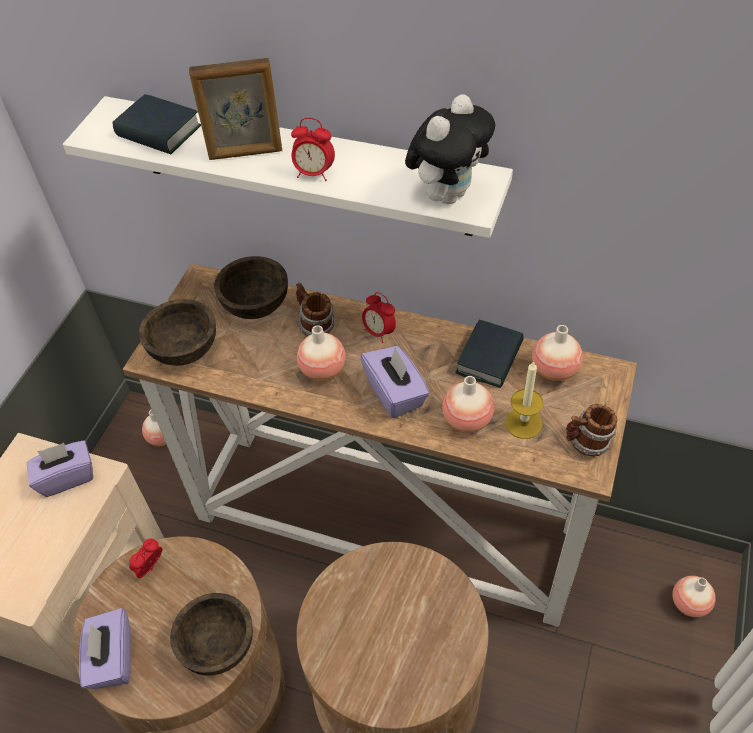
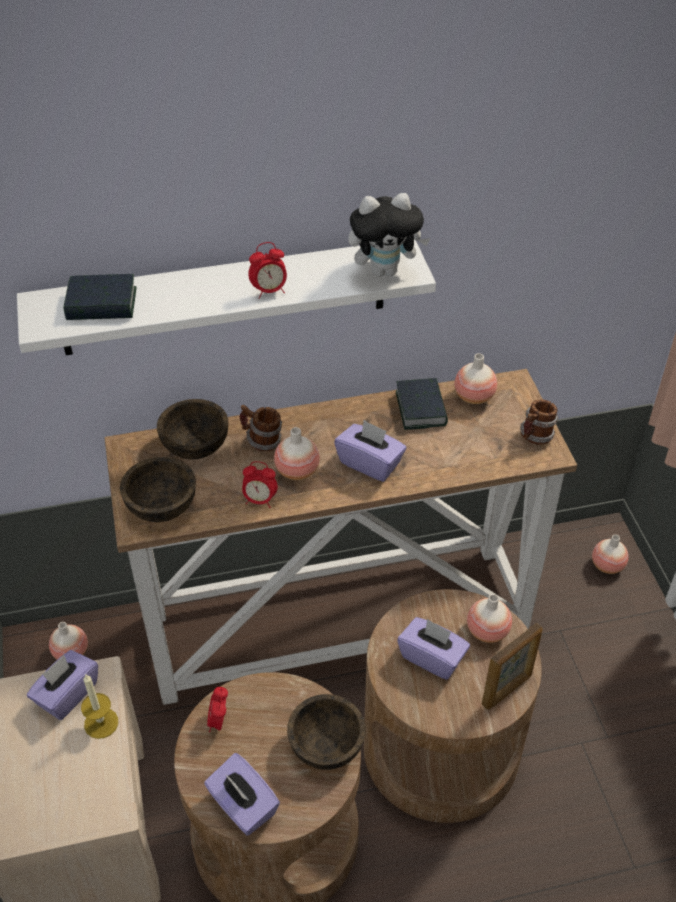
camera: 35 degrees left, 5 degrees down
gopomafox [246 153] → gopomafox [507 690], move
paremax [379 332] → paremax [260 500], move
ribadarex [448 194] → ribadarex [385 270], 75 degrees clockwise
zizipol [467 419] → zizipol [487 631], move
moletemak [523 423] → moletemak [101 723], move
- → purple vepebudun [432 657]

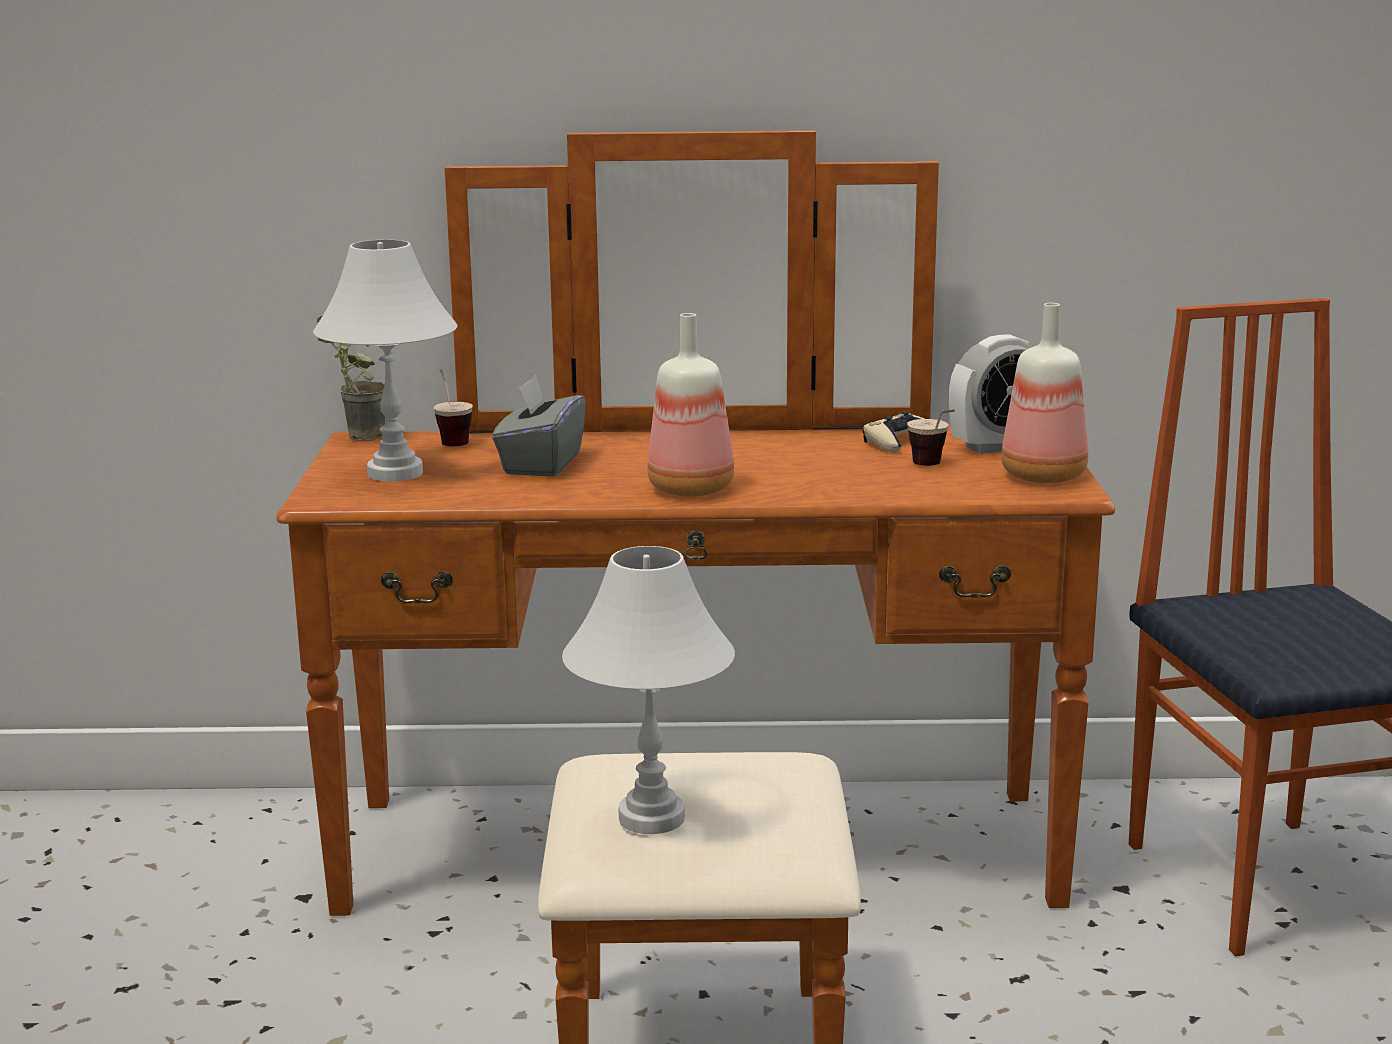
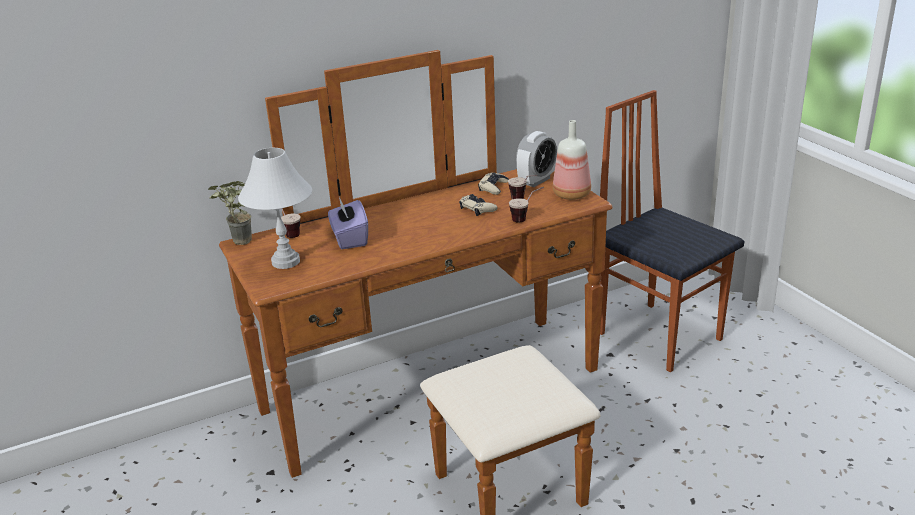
camera: 25 degrees left, 10 degrees up
grey vepebudun [541 464] → purple vepebudun [349 239]
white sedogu [651 818] → -
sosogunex [693 488] → -
- → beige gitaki [477 208]
- → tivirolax [526 219]

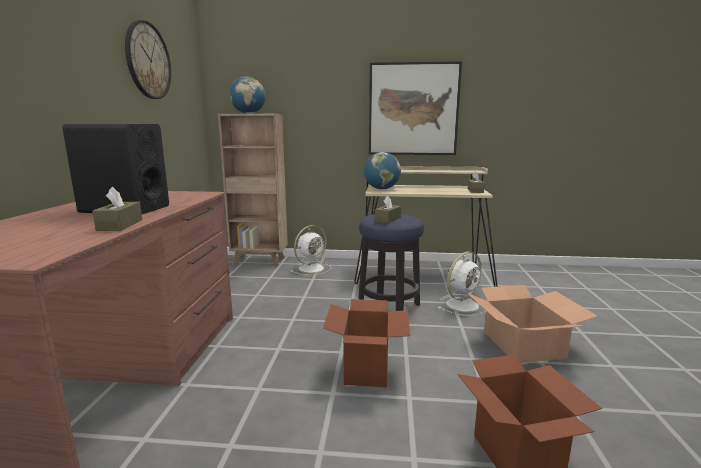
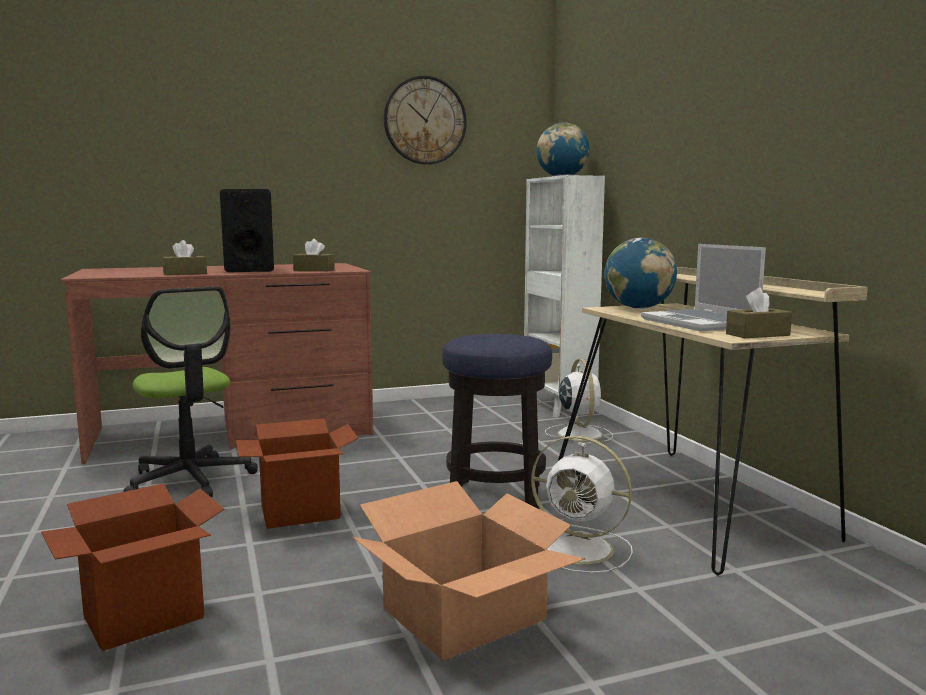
camera: 65 degrees right, 5 degrees down
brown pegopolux [260 261] → white pegopolux [558 407]
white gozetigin [312 268] → white gozetigin [579 433], 120 degrees counterclockwise
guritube [413 109] → -
brown vepebudun [388 219] → brown vepebudun [314 270], move
- → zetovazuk [190 479]
- → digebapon [701 323]

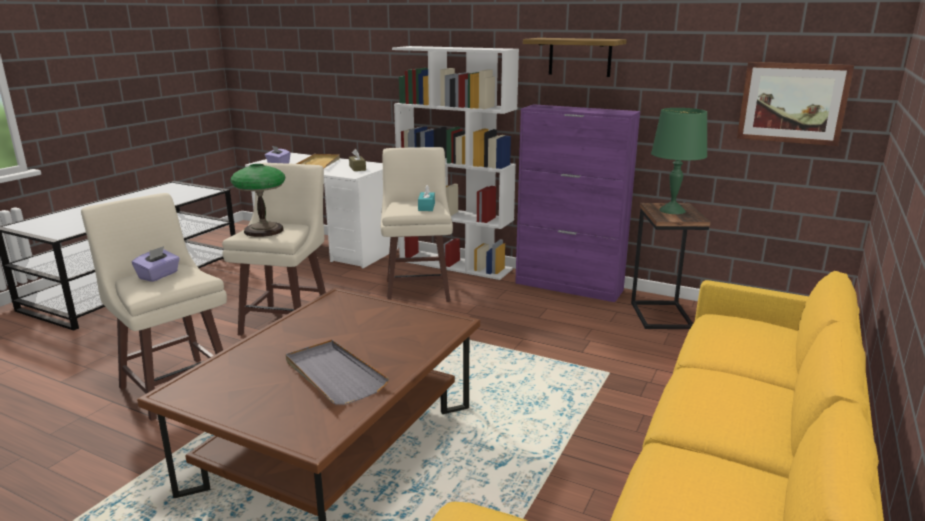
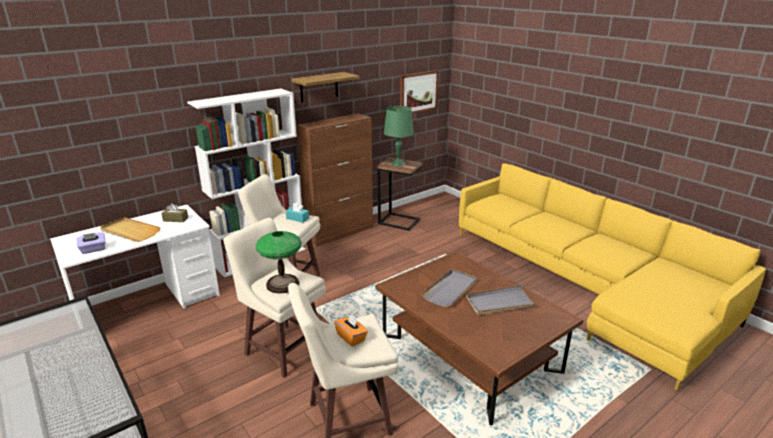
camera: 65 degrees left, 5 degrees up
purple vepebudun [159 275] → orange vepebudun [351 337]
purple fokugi [569 287] → brown fokugi [340 232]
- → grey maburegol [450 290]

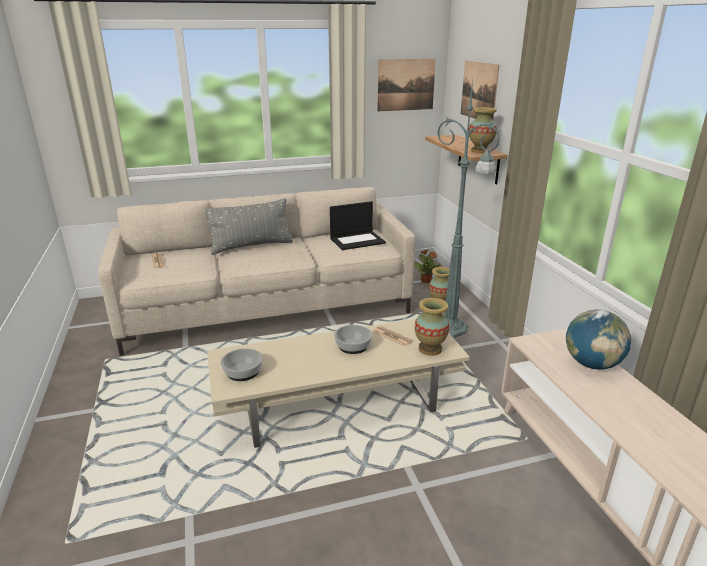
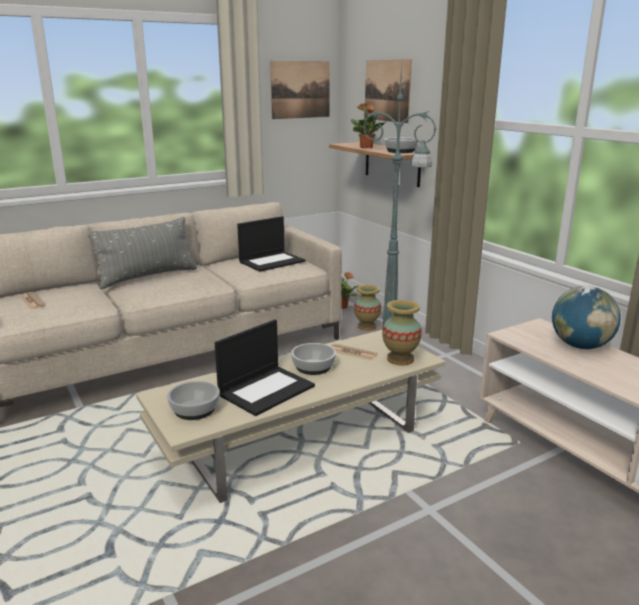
camera: 15 degrees left, 5 degrees down
zizipol [480 151] → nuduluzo [400 151]
- → digebapon [266 390]
- → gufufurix [366 147]

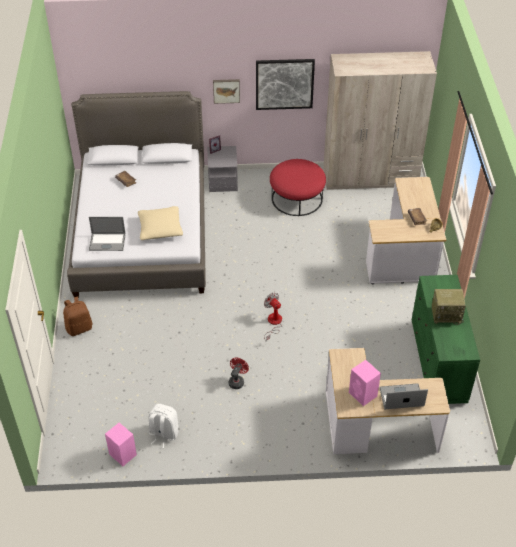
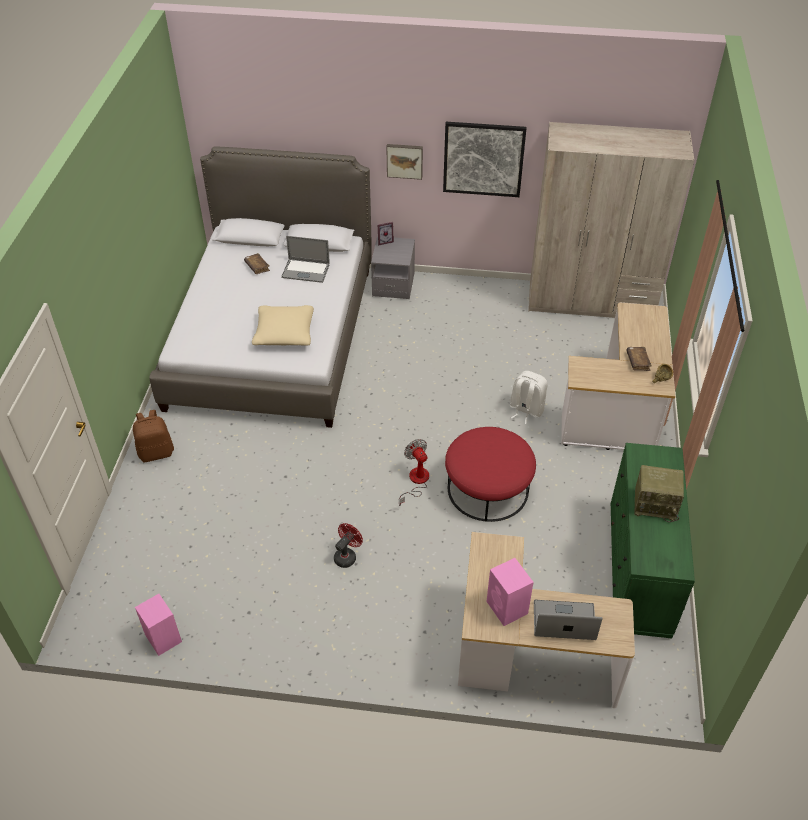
camera: 10 degrees right, 0 degrees up
digebapon [107 242] → digebapon [305 271], move
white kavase [163 433] → white kavase [526 410], move
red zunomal [296 198] → red zunomal [487 488], move

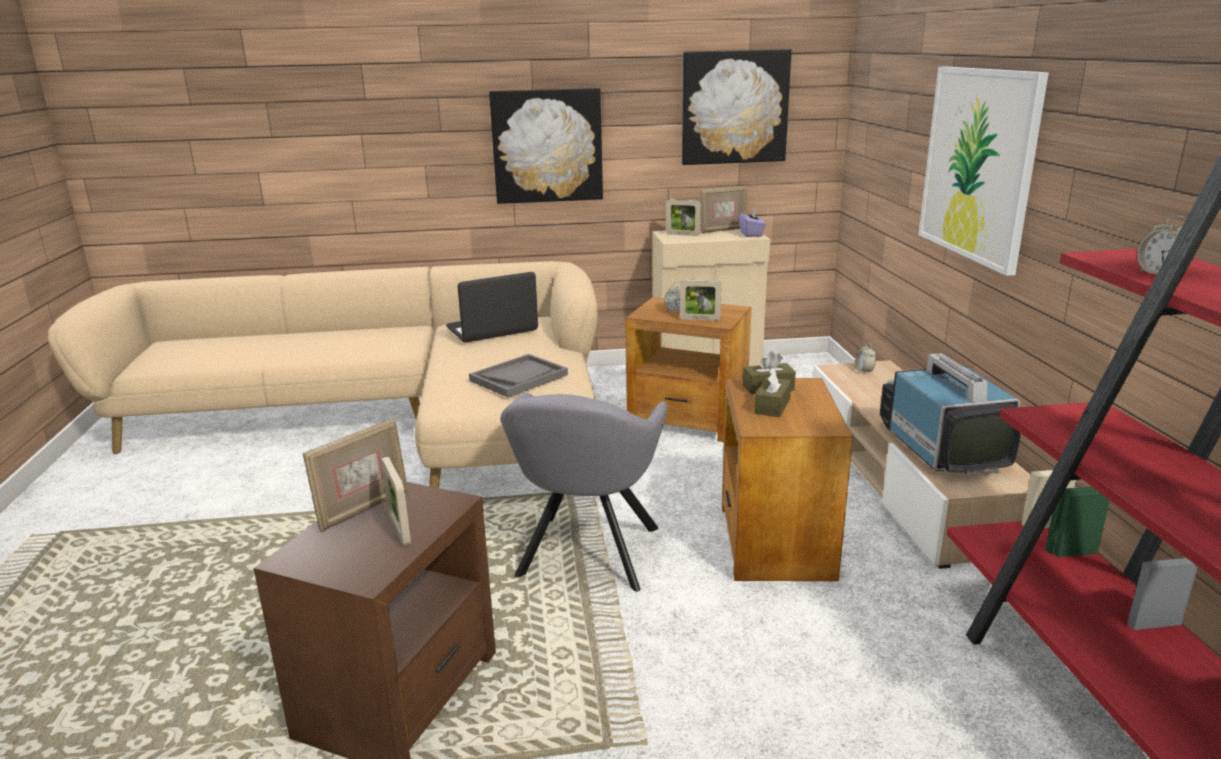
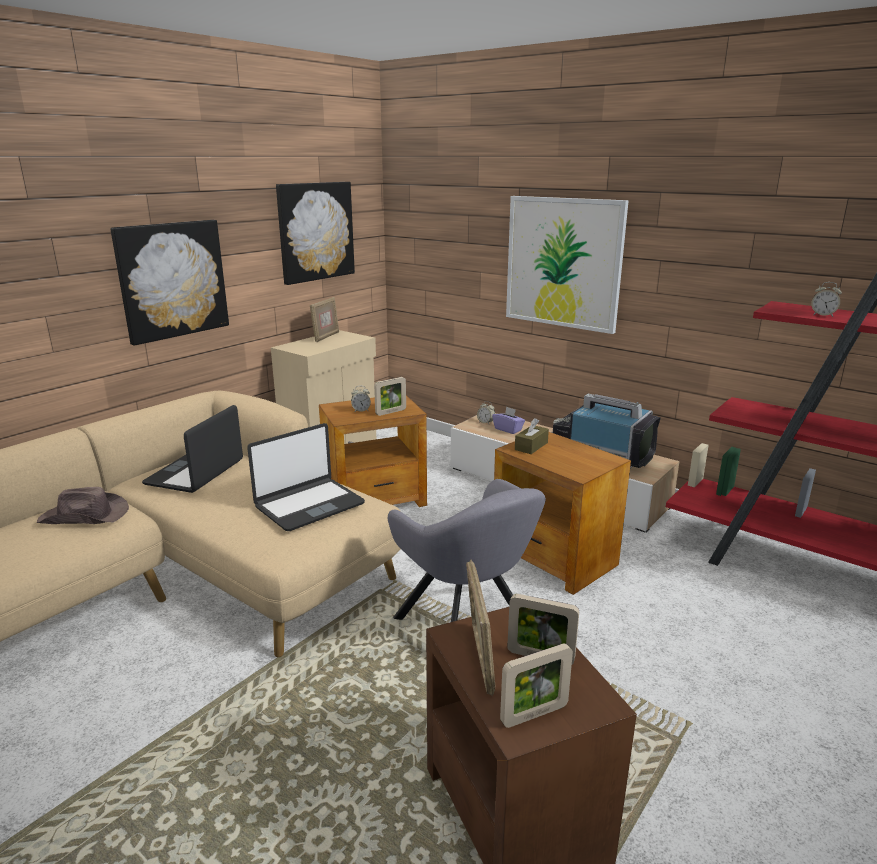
camera: 45 degrees left, 0 degrees up
grey maburegol [519 378] → digebapon [309 505]
gopomafox [683 234] → gopomafox [534 714], move
purple vepebudun [751 234] → purple vepebudun [508 429], move
brown vepebudun [772 406] → -
- → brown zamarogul [85 516]

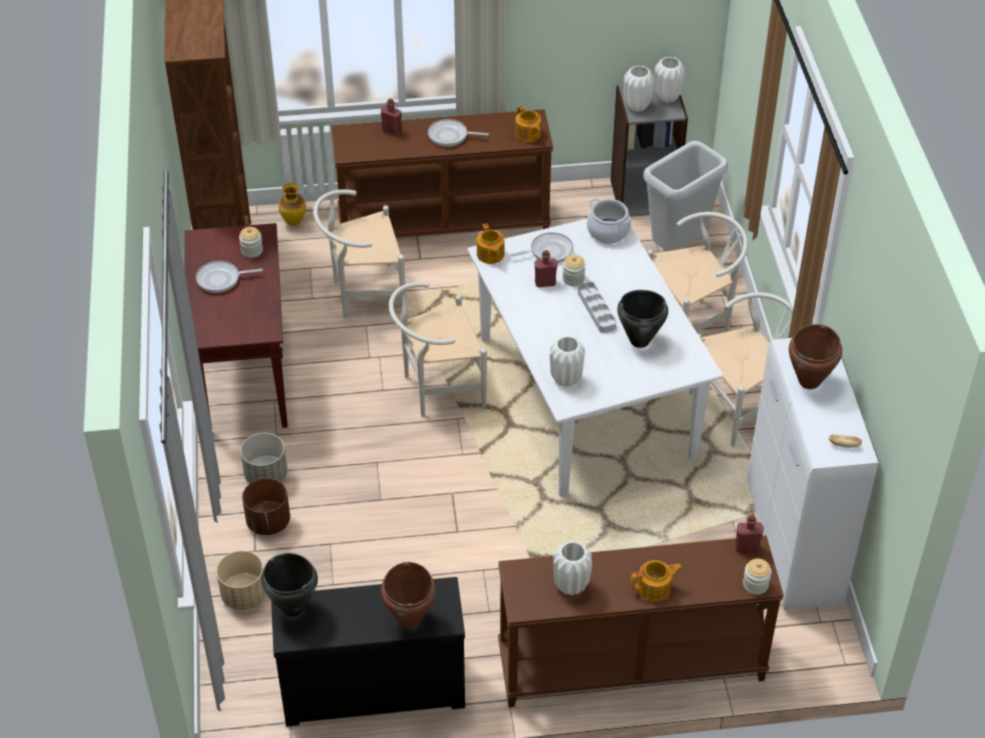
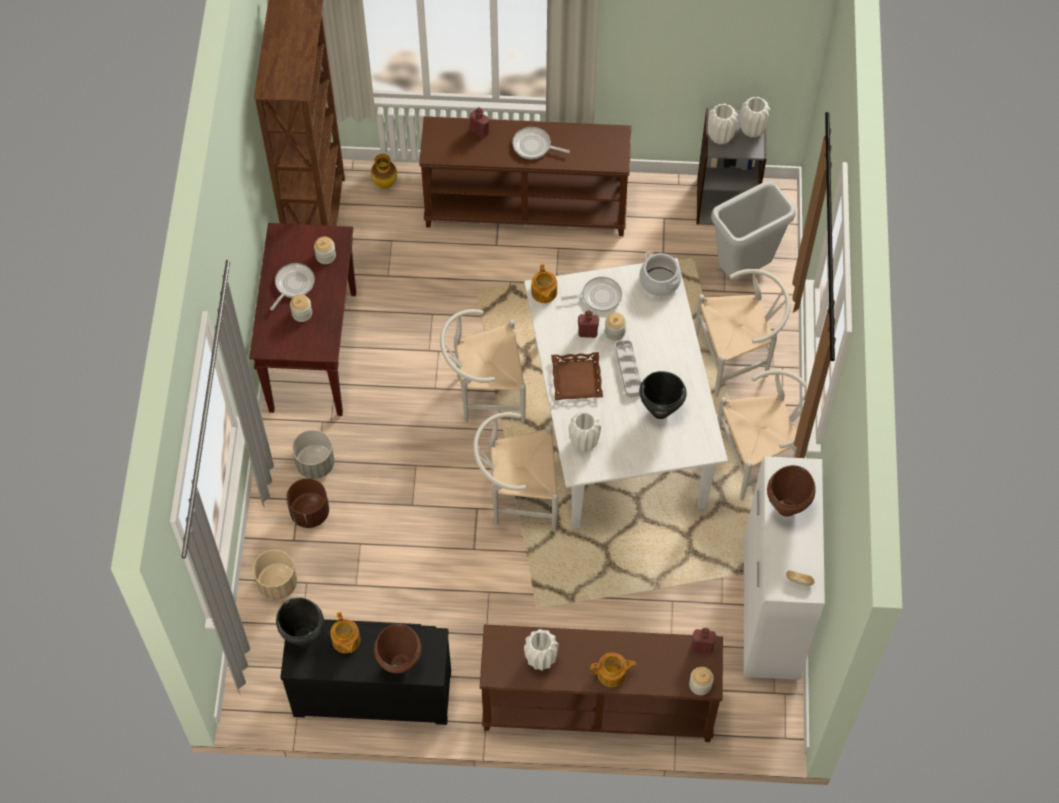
camera: 10 degrees right, 15 degrees up
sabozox [221 279] → sabozox [293 285], 120 degrees clockwise
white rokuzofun [362 295] → white rokuzofun [517 498], move
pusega [528 134] → pusega [346 641], move
- → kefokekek [302 313]
- → brown maburegol [577 379]

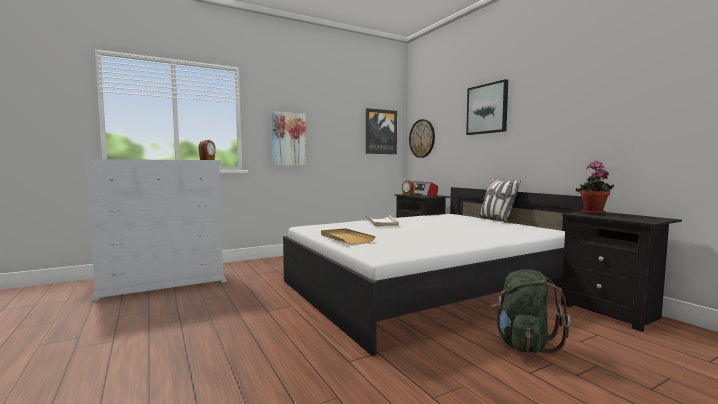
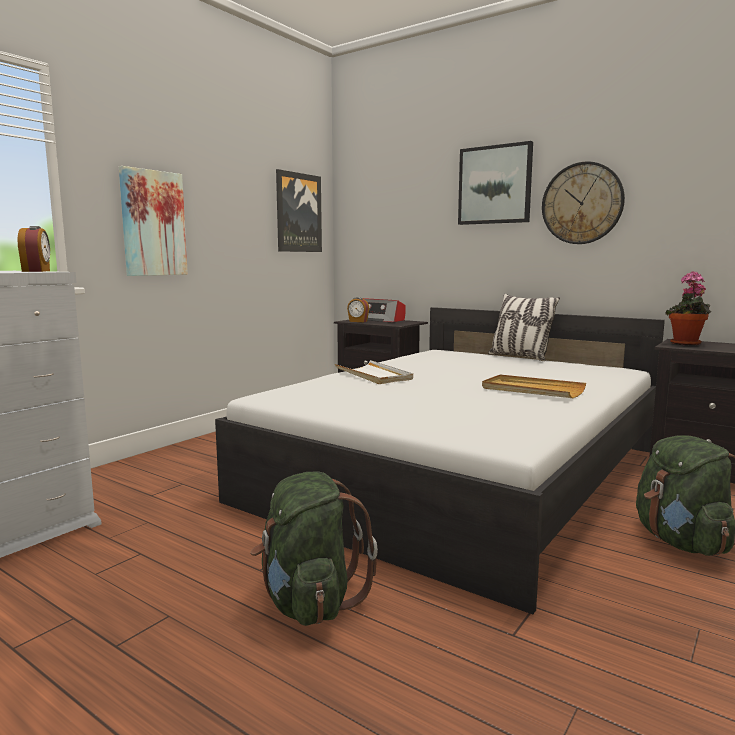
camera: 25 degrees left, 5 degrees up
beige maburegol [345 238] → beige maburegol [532 390], move
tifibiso [422 138] → tifibiso [582 203], move
- → green kavase [309 602]

